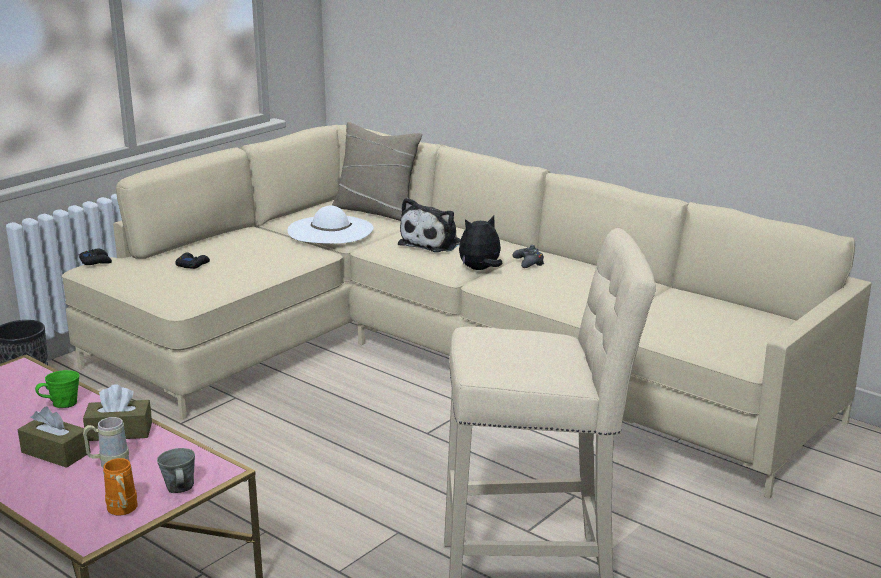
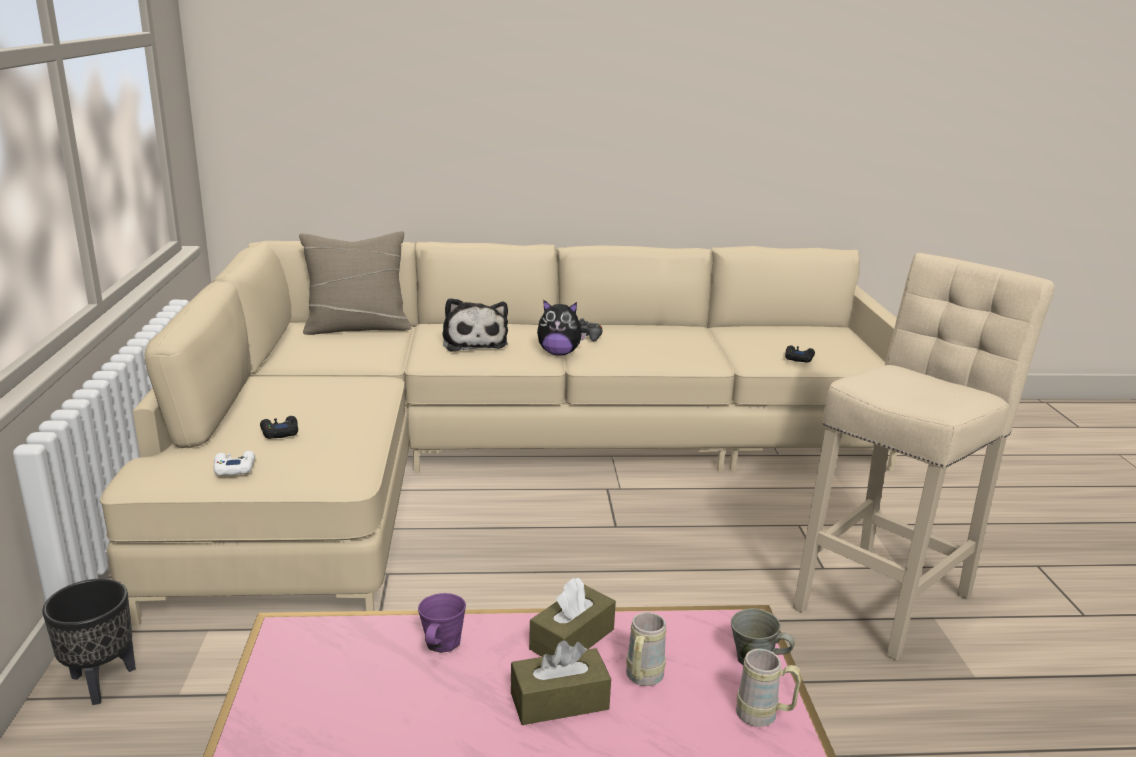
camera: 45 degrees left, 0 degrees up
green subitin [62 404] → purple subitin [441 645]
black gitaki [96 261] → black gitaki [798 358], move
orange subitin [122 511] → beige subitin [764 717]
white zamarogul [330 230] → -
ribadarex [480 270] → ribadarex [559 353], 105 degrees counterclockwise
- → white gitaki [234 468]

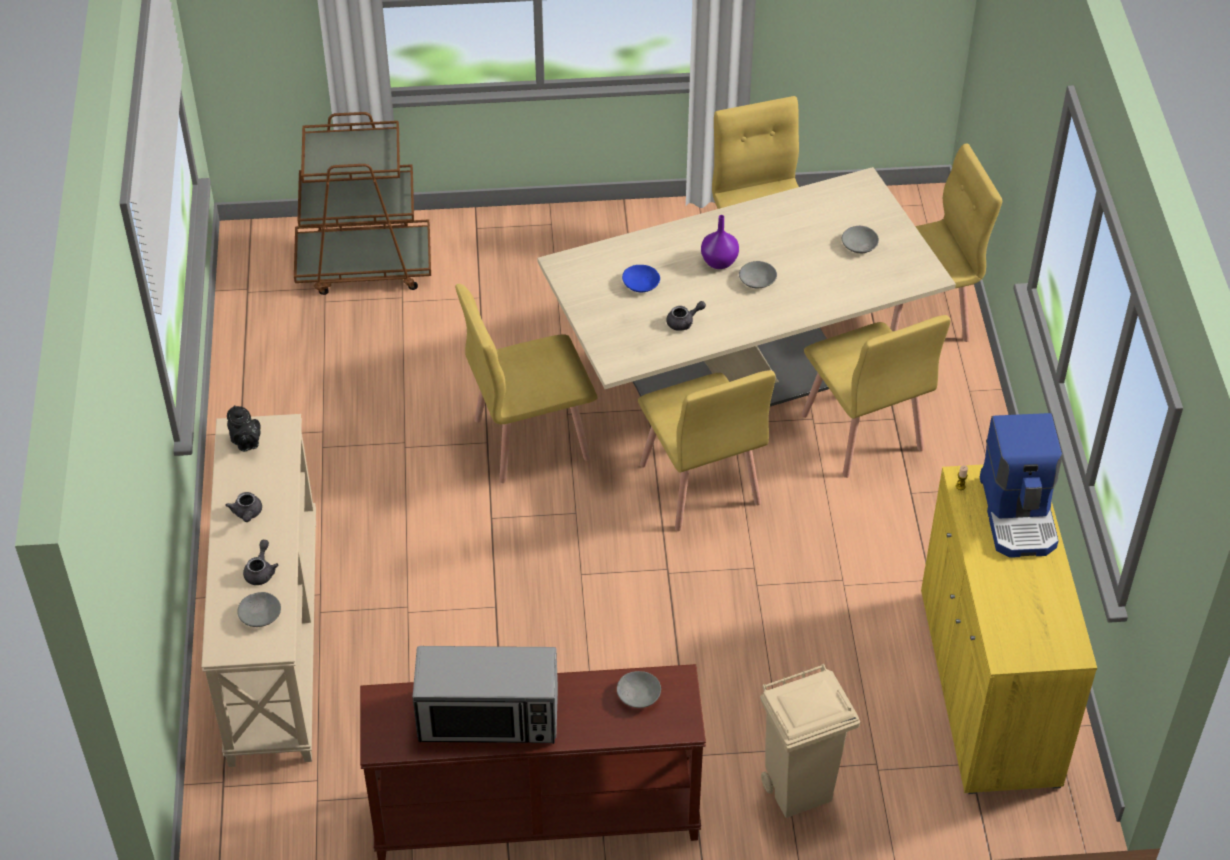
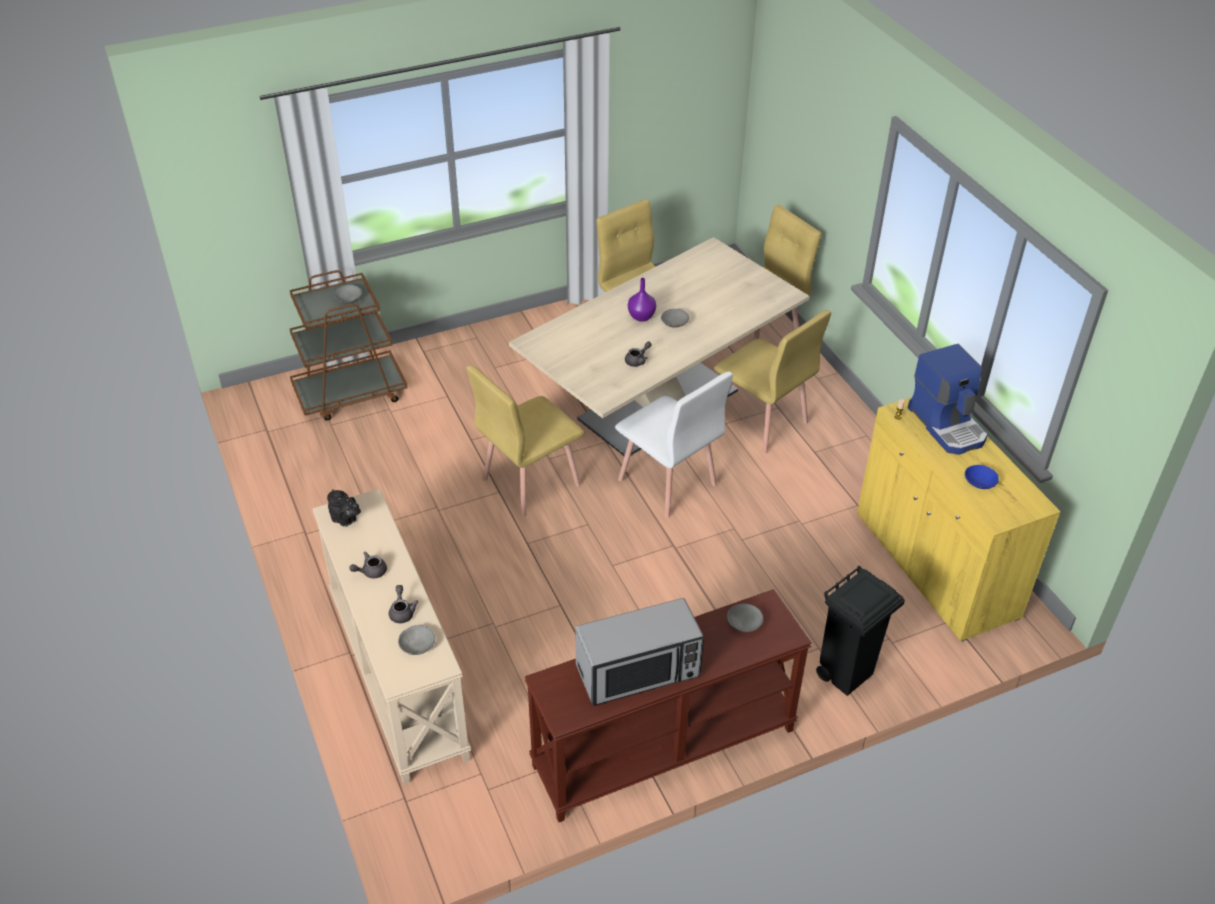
camera: 20 degrees left, 5 degrees down
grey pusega [247 514] → grey pusega [370 571], 90 degrees clockwise
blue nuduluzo [641 284] → blue nuduluzo [980 482], move
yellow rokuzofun [699 485] → white rokuzofun [667 483]
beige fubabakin [799 791] → black fubabakin [846 674]
grey nuduluzo [859 246] → grey nuduluzo [349 299], move

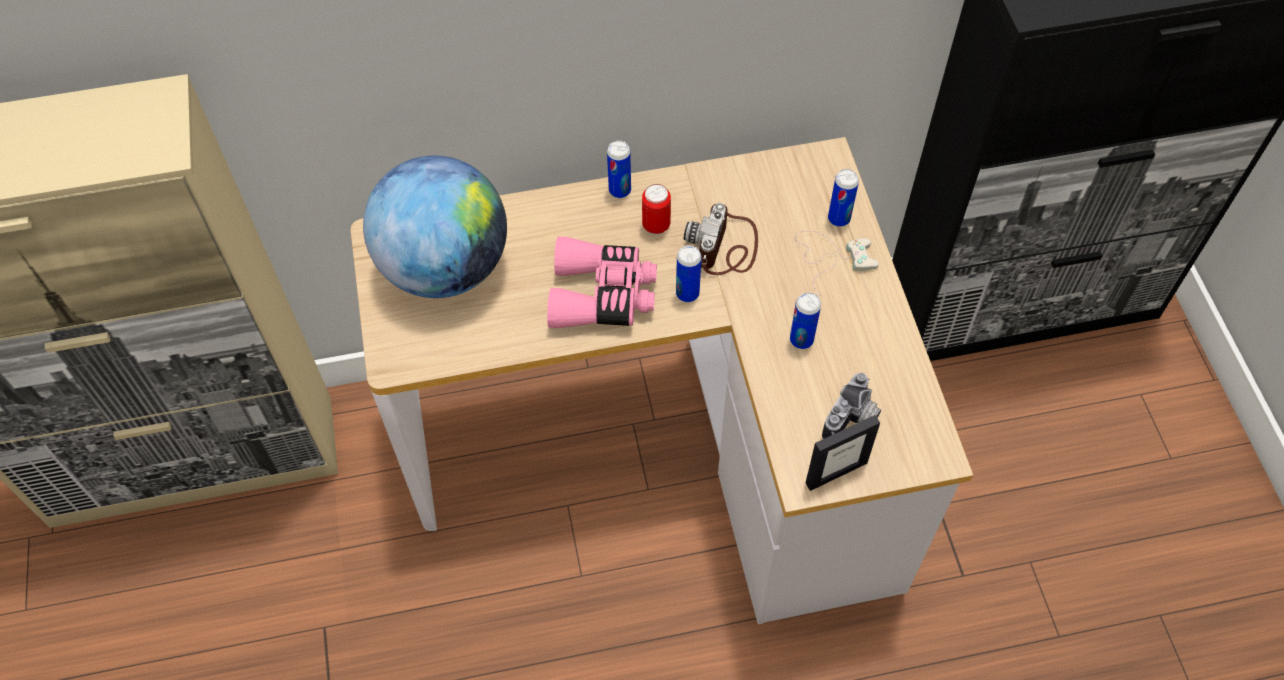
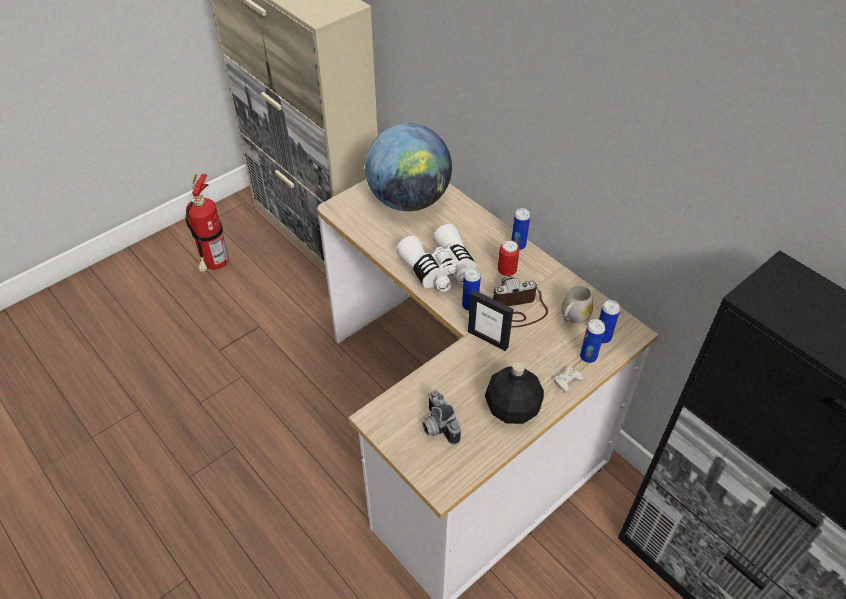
camera: 60 degrees right, 10 degrees down
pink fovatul [603 295] → white fovatul [440 269]
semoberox [801 340] → semoberox [602 337], move
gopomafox [836 472] → gopomafox [488 339], move
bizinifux [853 420] → bizinifux [436 426], 60 degrees clockwise
- → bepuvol [215 265]
- → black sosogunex [513 409]
- → white subitin [573 316]

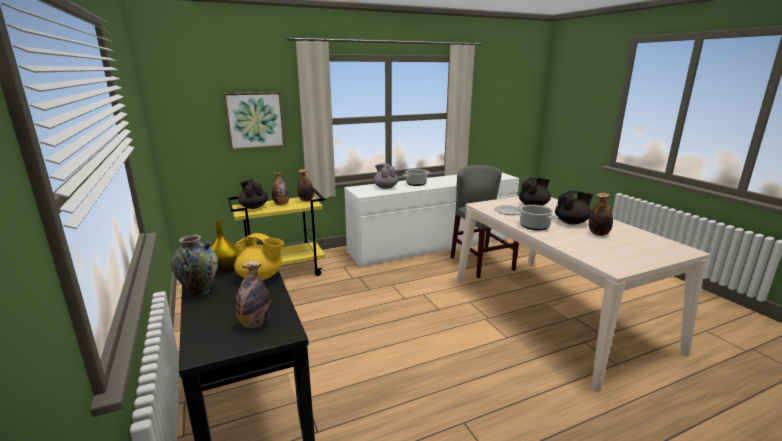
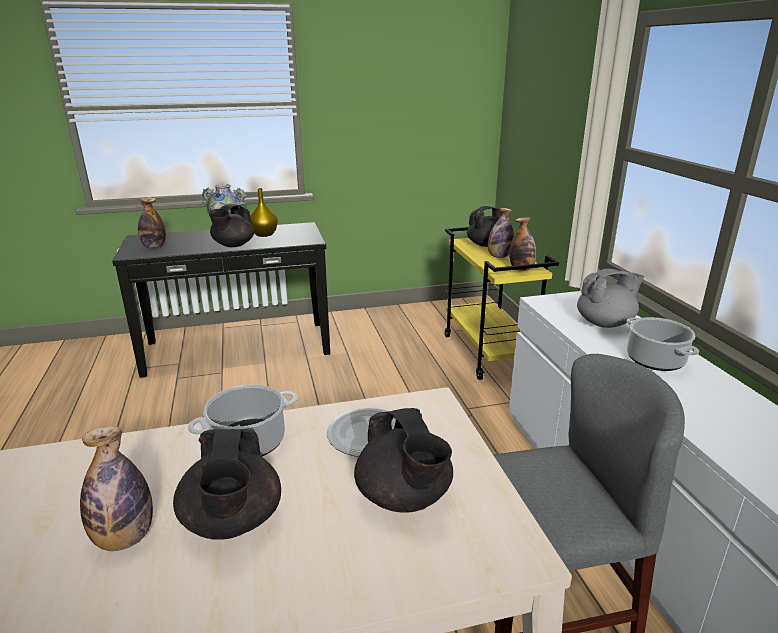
camera: 100 degrees right, 5 degrees up
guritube [255 120] → -
yellow pusega [261 277] → black pusega [233 245]

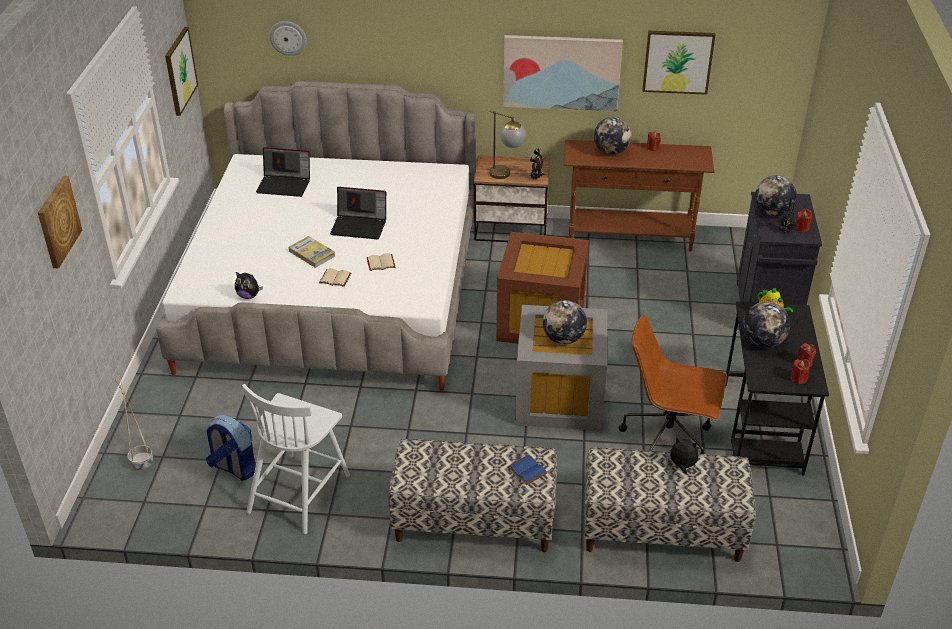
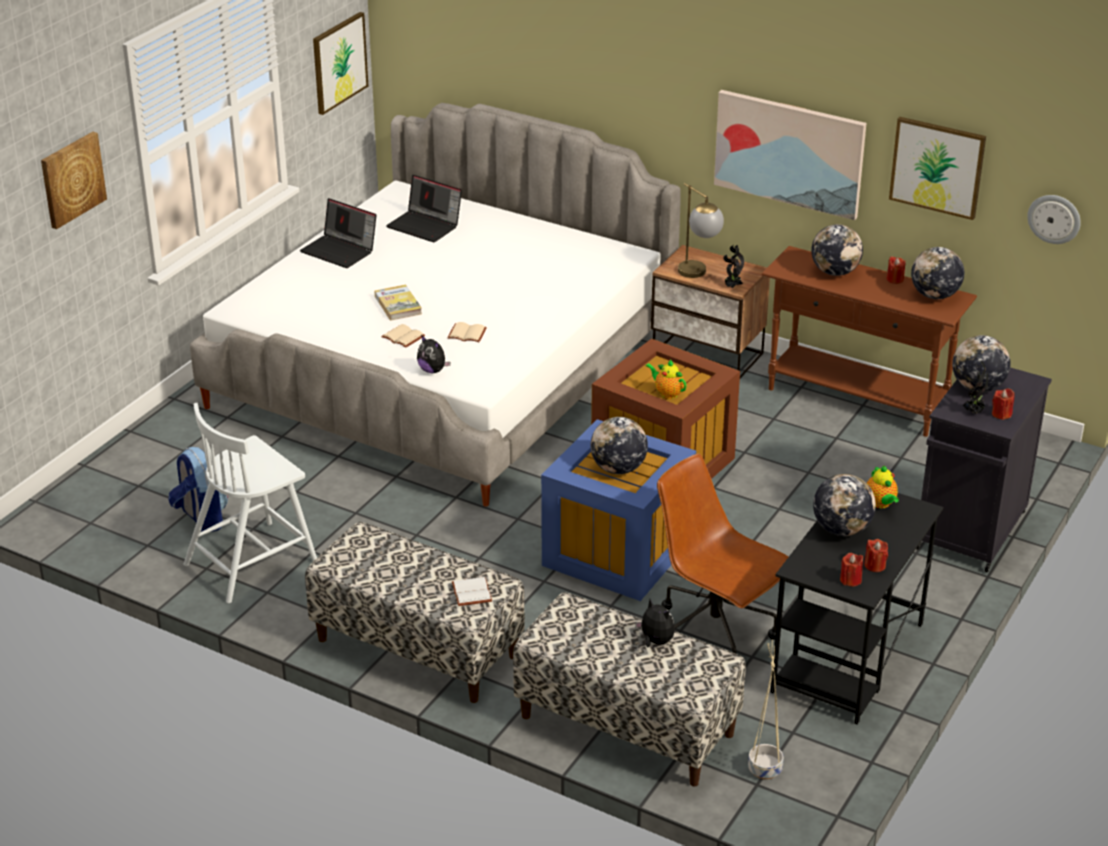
camera: 25 degrees right, 5 degrees down
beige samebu [141 462] → beige samebu [764 768], move
ribadarex [249 296] → ribadarex [433 370], move
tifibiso [288 38] → tifibiso [1054 218], move
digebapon [360 226] → digebapon [340 251], move
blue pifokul [526 470] → white pifokul [470 592]
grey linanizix [560 399] → blue linanizix [618 554]
- → pusega [667 393]
- → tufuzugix [934 295]

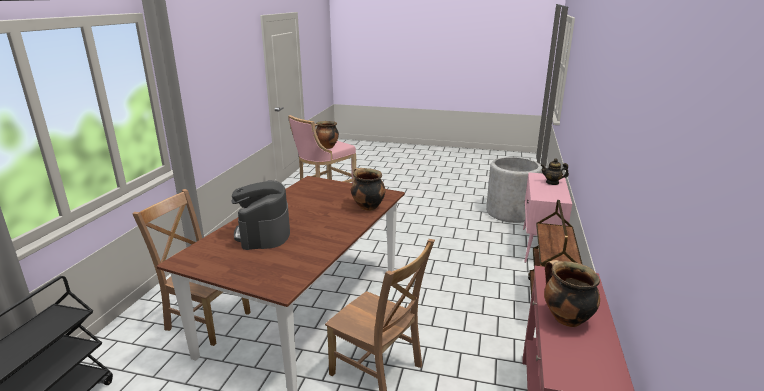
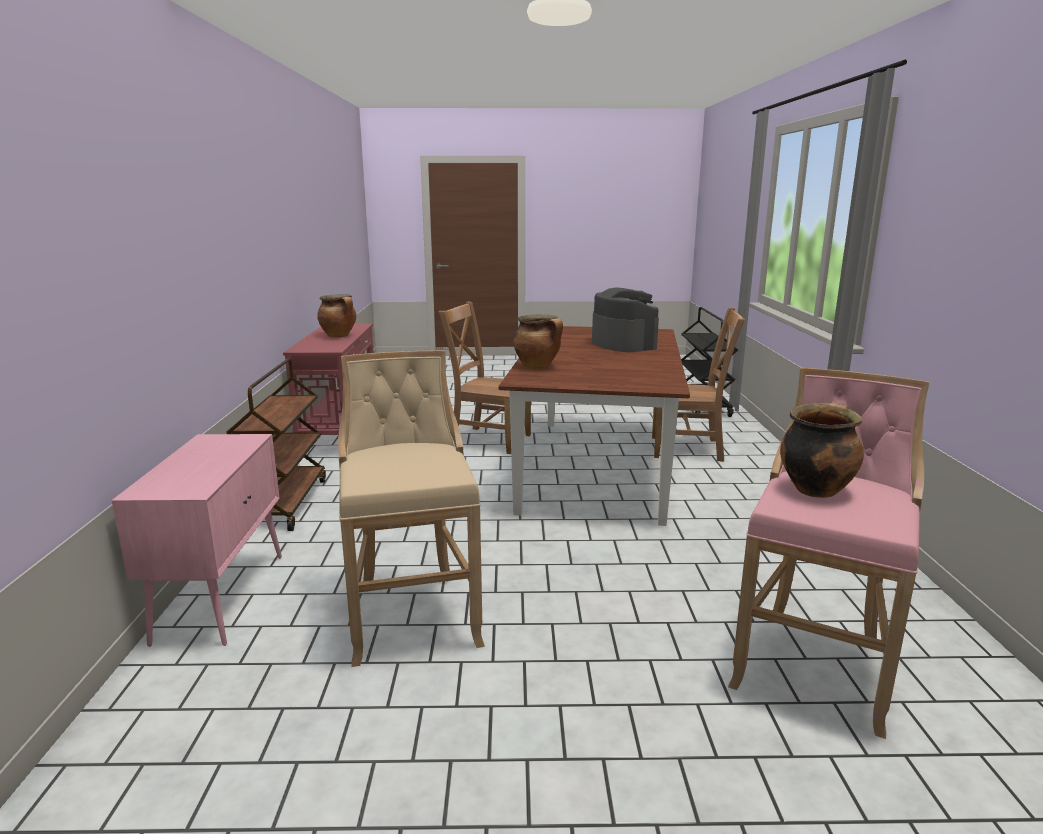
camera: 165 degrees right, 5 degrees down
grey samebu [510 212] → -
pusega [552 182] → -
- → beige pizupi [412 614]

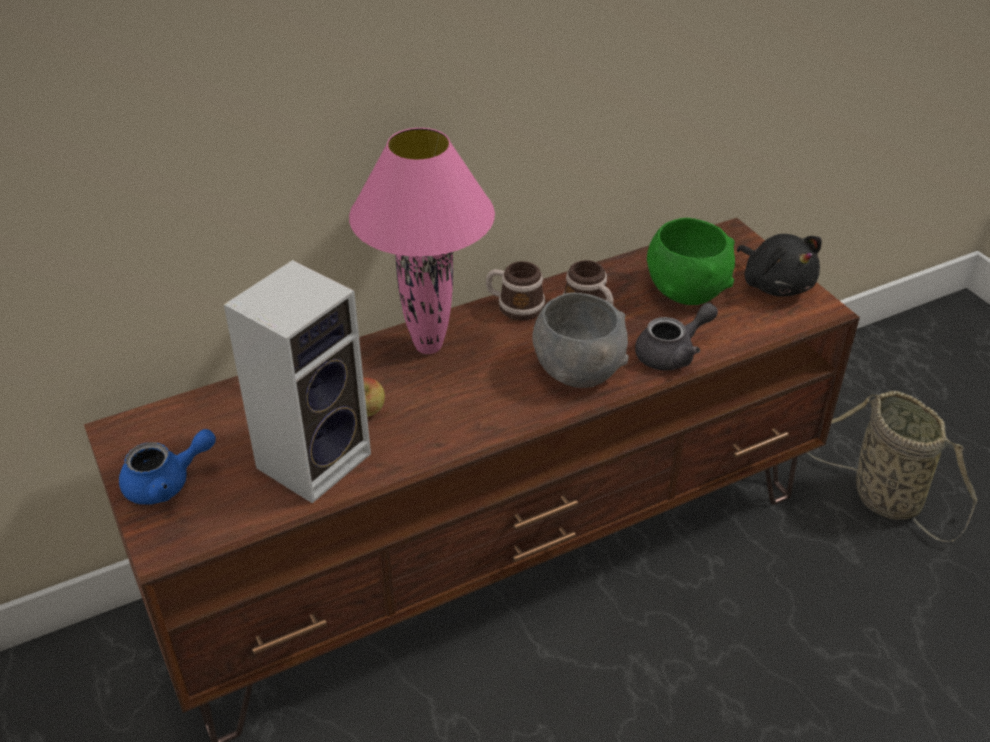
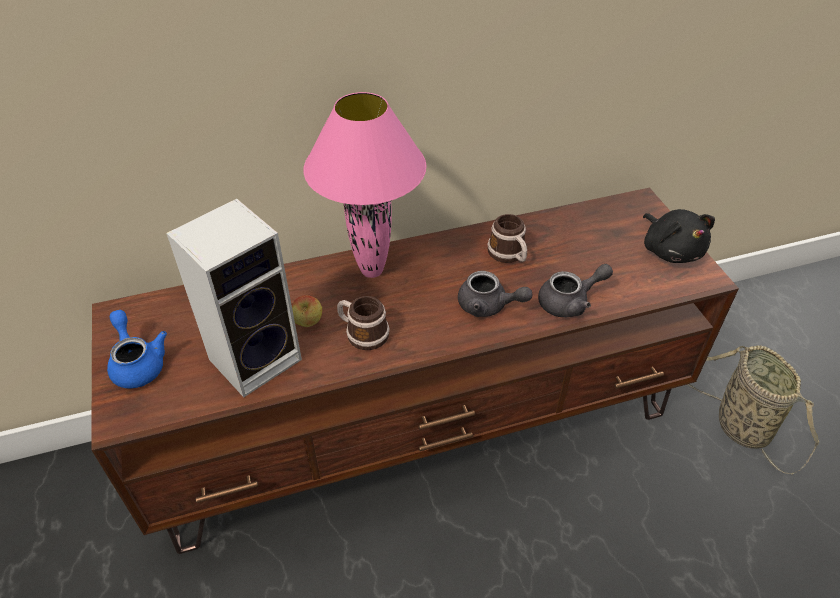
camera: 10 degrees right, 5 degrees up
blue pusega [167 483] → blue pusega [137 363], 105 degrees counterclockwise
subitin [514 306] → subitin [362 333], move
grey nuduluzo [579 369] → grey pusega [488 306]
green nuduluzo [687 290] → -

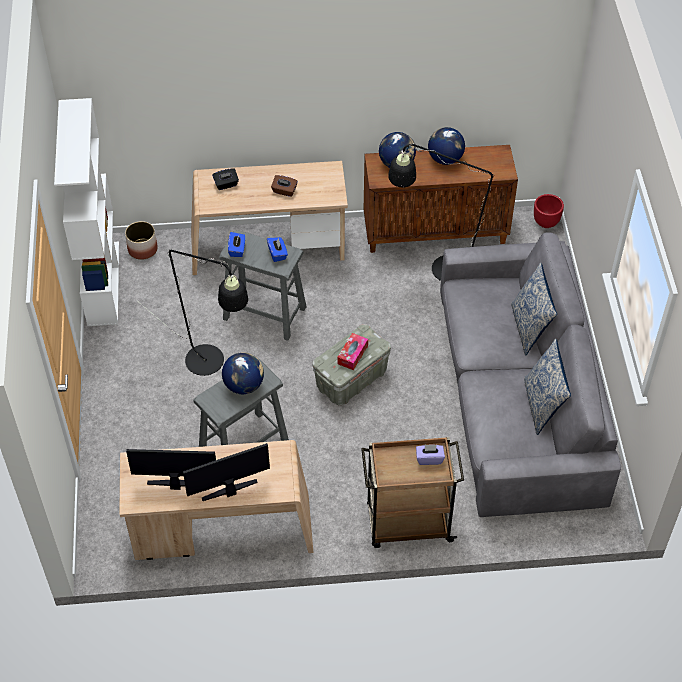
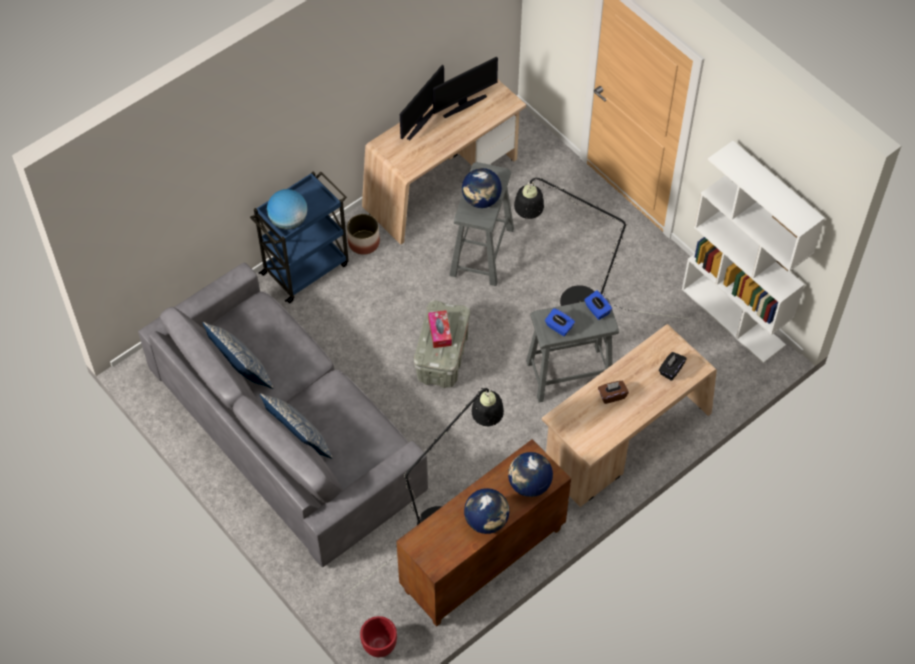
camera: 145 degrees right, 5 degrees up
samebu [142 249] → samebu [364 242], move
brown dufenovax [407 523] → blue dufenovax [306 268]
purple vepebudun [429 459] → tufuzugix [289 221]

